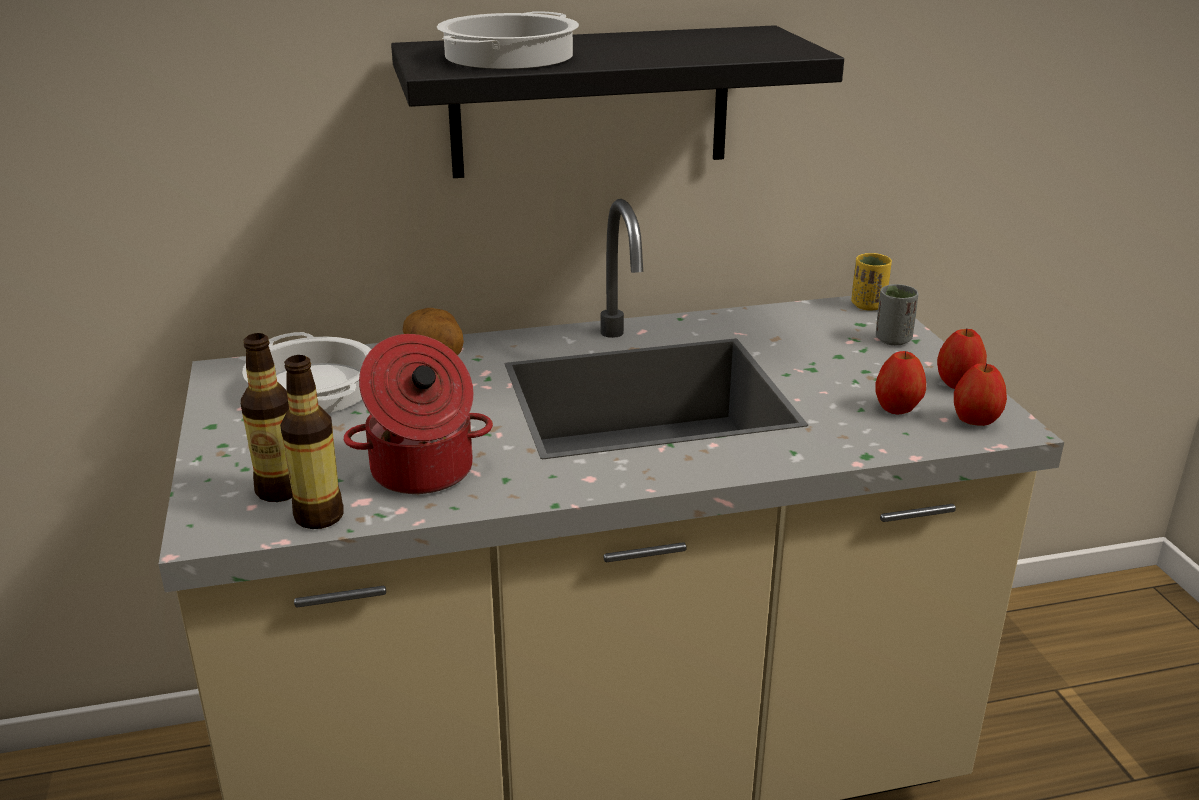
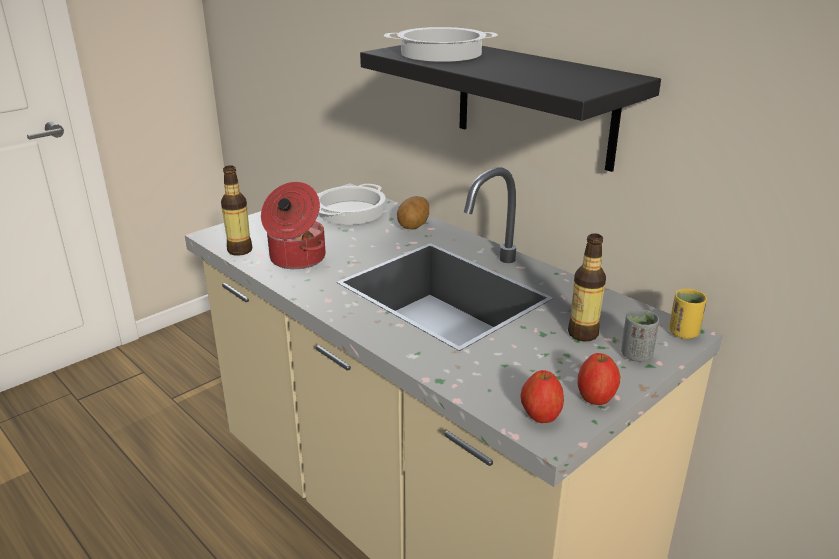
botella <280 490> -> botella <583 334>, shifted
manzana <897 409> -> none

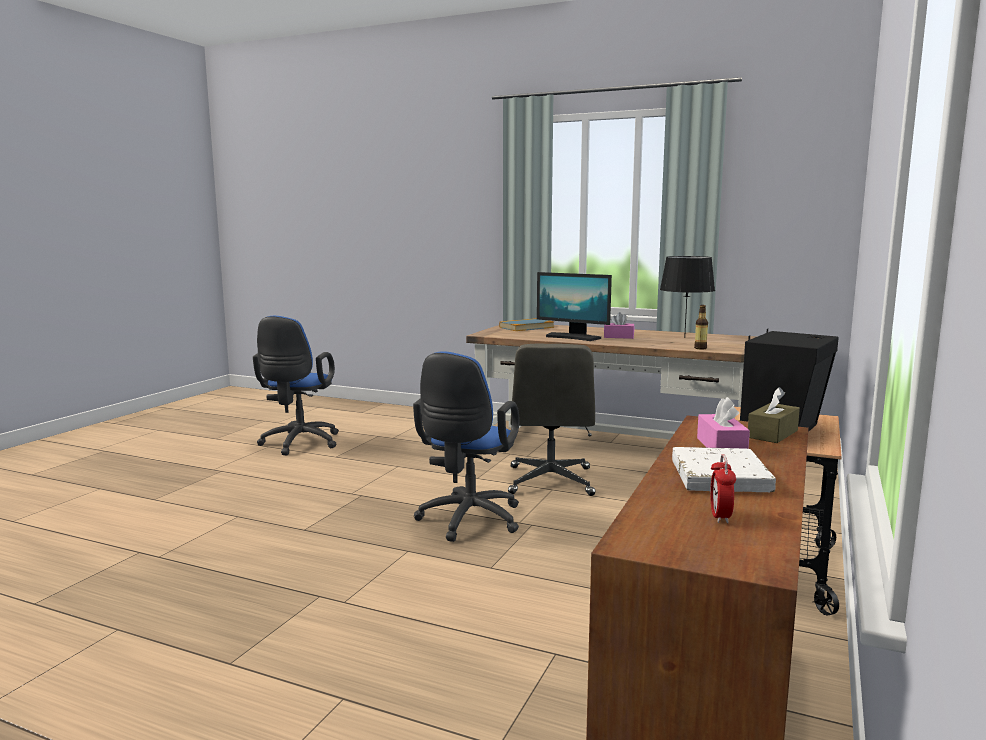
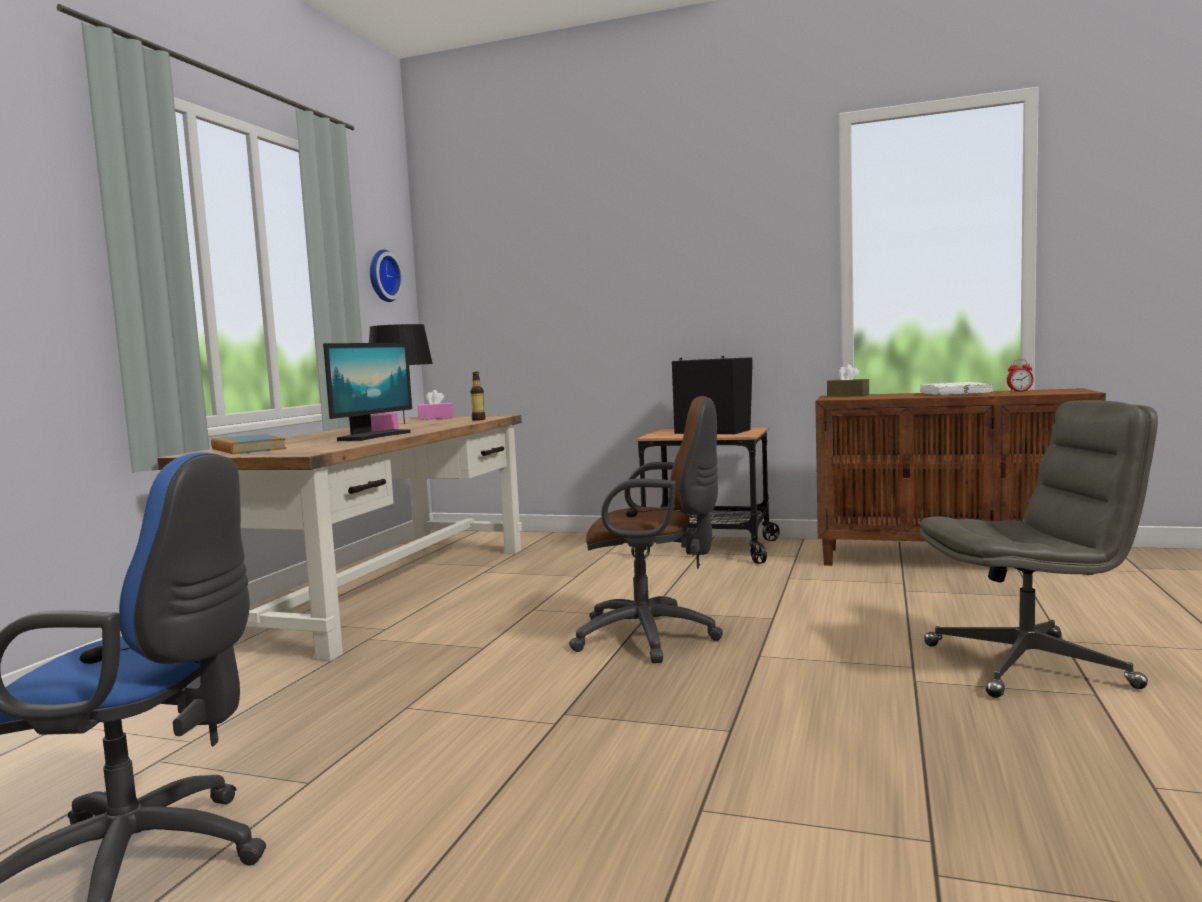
silla de oficina [azul] <467 521> -> silla de oficina [marrón] <653 637>
silla de oficina [gris] <551 481> -> silla de oficina [gris] <1029 665>, shifted
caja de pañuelos [rosa] <721 447> -> caja de pañuelos [rosa] <436 418>, shifted
none -> reloj de pared <382 276>

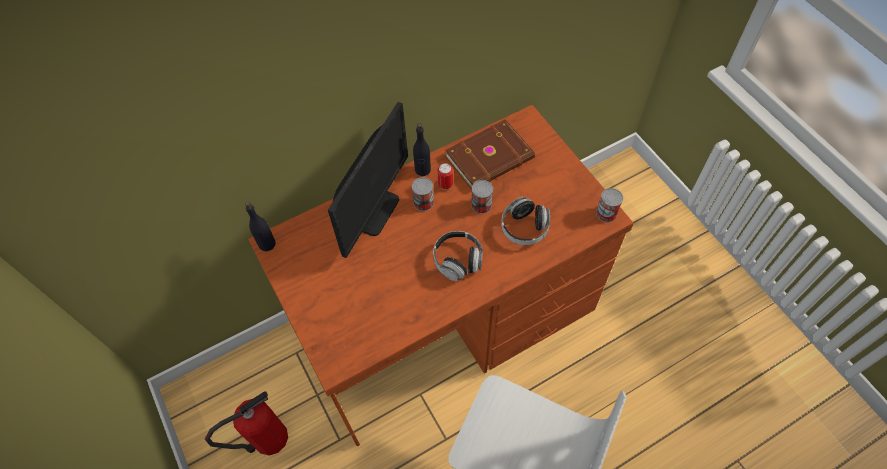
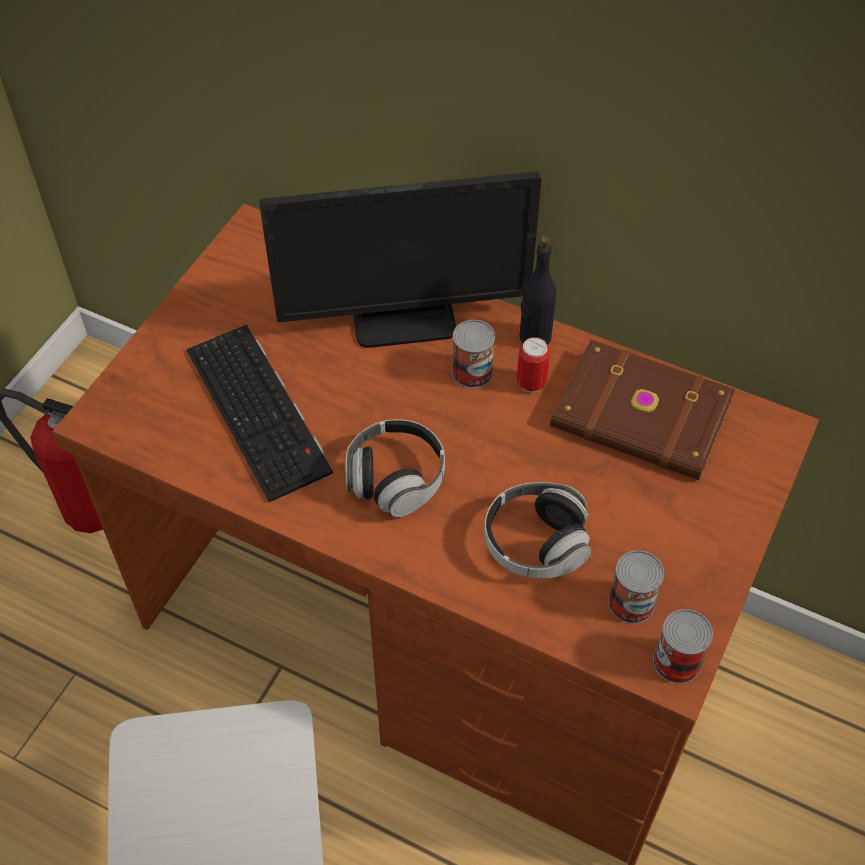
botella [negro] <266 244> -> none
lata <481 205> -> lata <631 603>, shifted
none -> teclado <261 411>

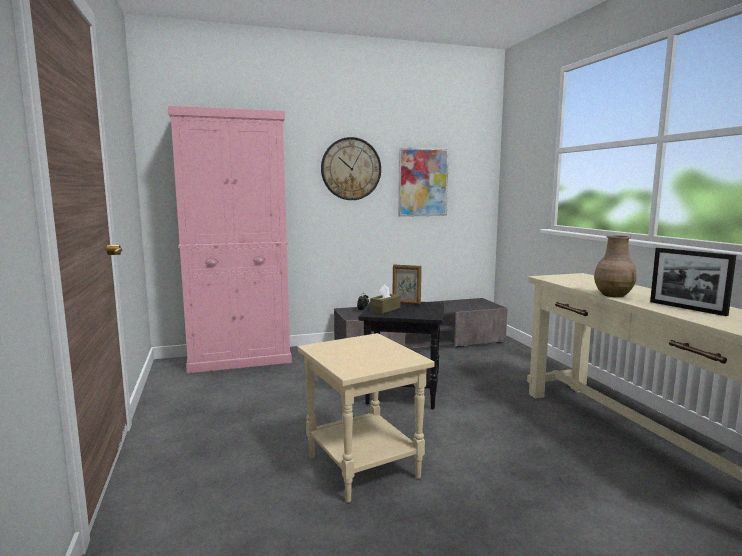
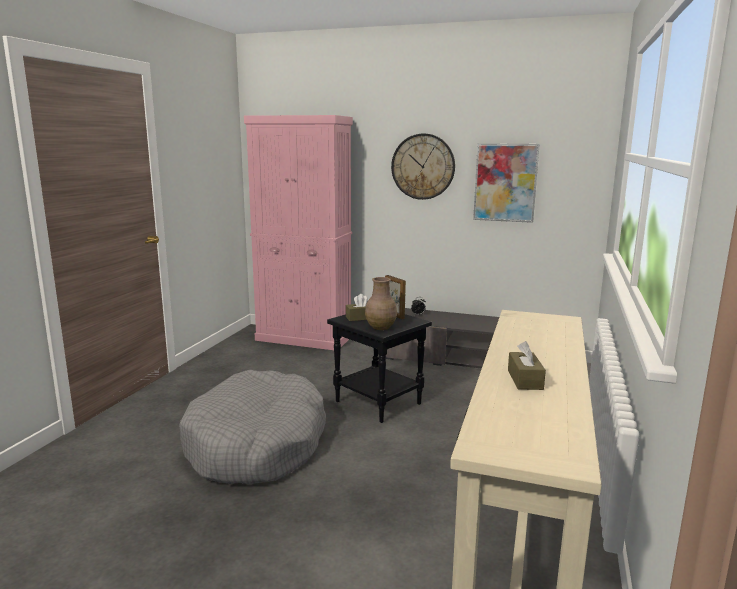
mesa auxiliar [beis] <360 467> -> cama para perro [gris] <257 445>
florero [marrón] <613 295> -> florero [marrón] <381 327>, shifted
portarretratos <687 308> -> caja de pañuelos [marrón] <525 379>

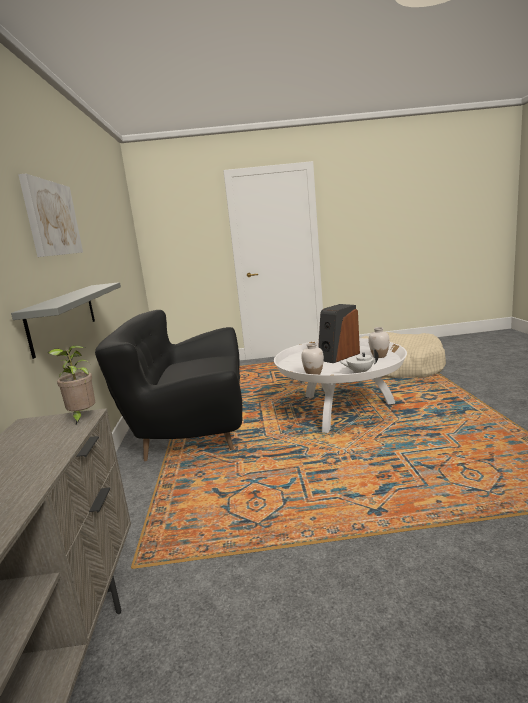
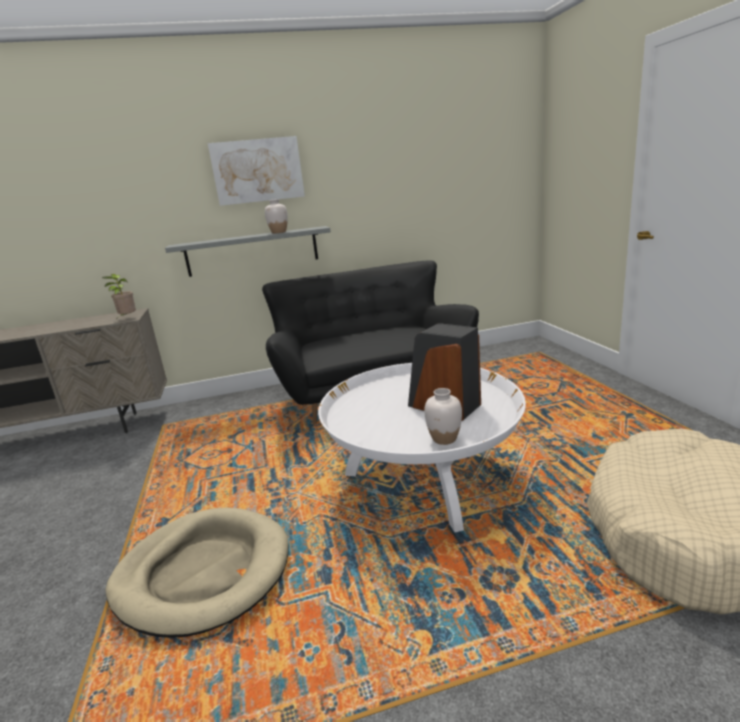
florero [blanco] <313 374> -> florero [blanco] <279 232>, shifted
tetera [blanco] <359 372> -> none
none -> cama para perro [beis] <203 573>

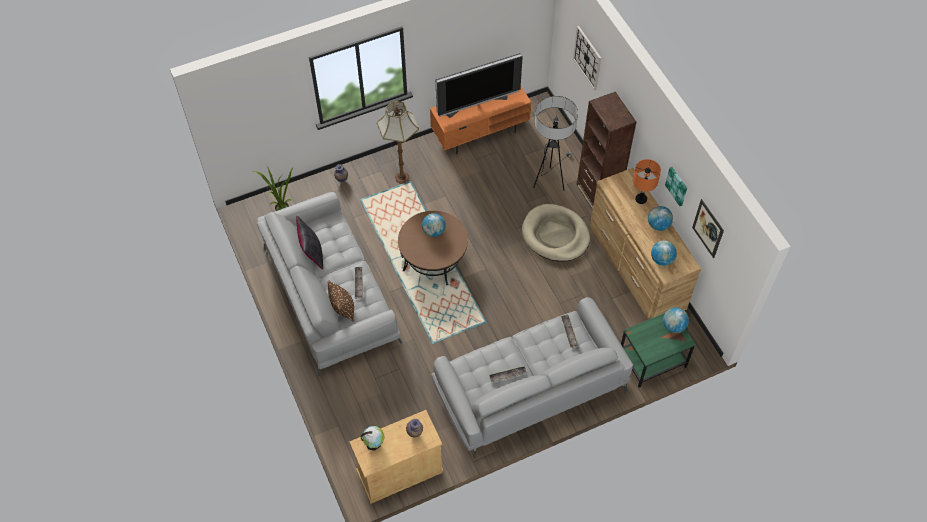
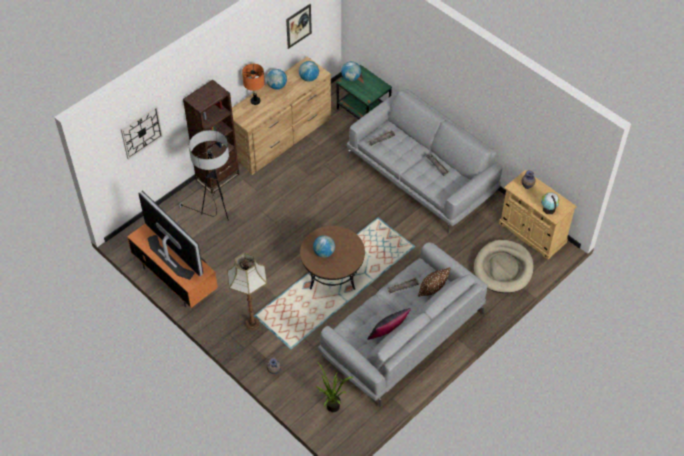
cama para perro [beis] <555 235> -> cama para perro [beis] <503 268>, shifted
cuadro <677 186> -> none

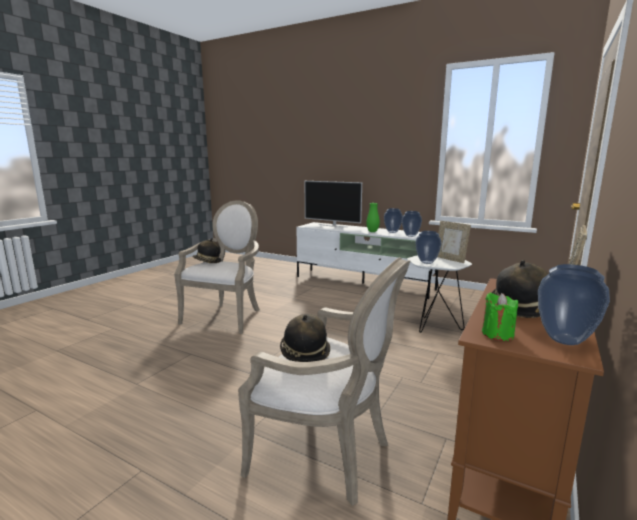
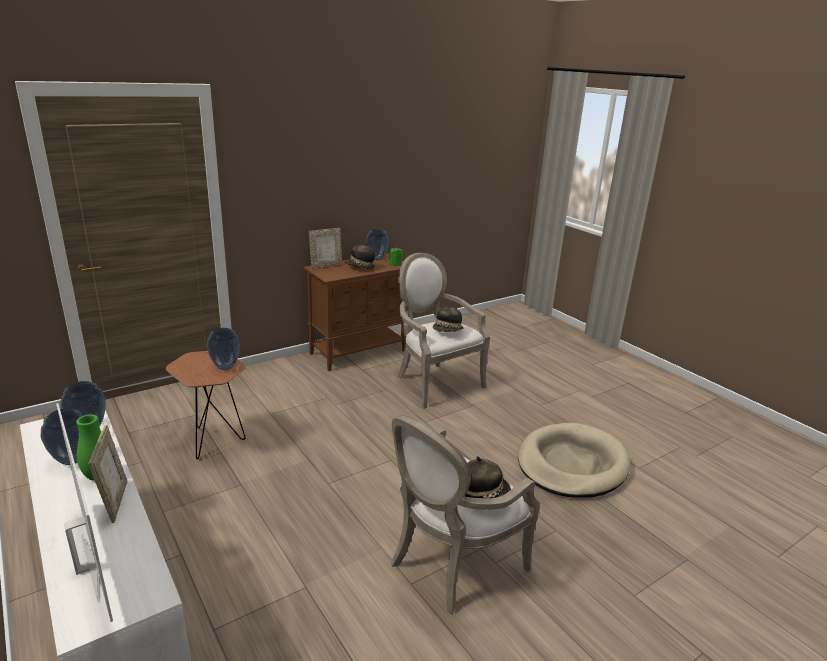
mesa auxiliar [blanco] <433 326> -> mesa auxiliar [marrón] <214 443>
portarretratos <450 259> -> portarretratos <115 502>, shifted
none -> cama para perro [beis] <571 464>

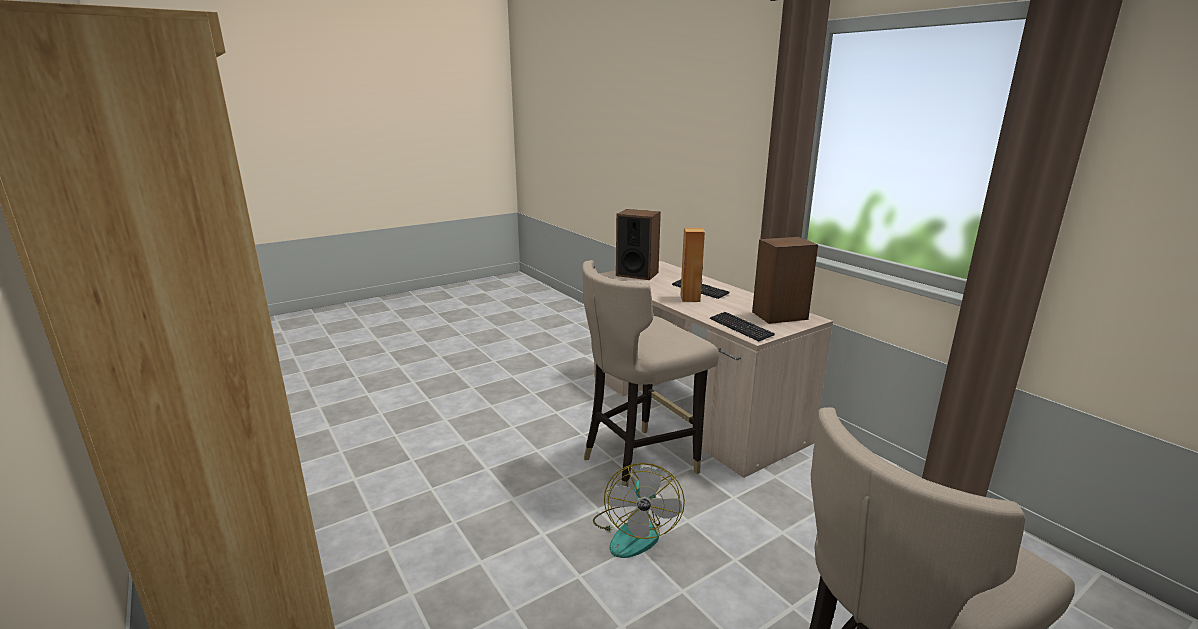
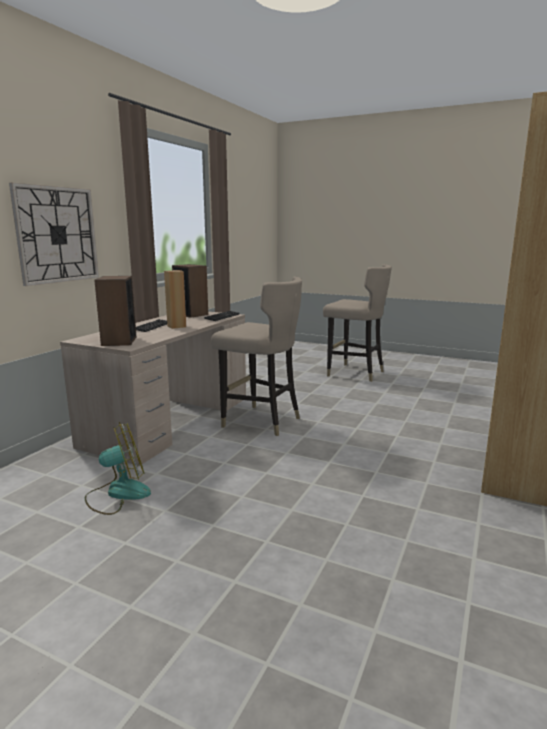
ventilador <634 531> -> ventilador <118 494>, shifted
none -> reloj de pared <57 235>

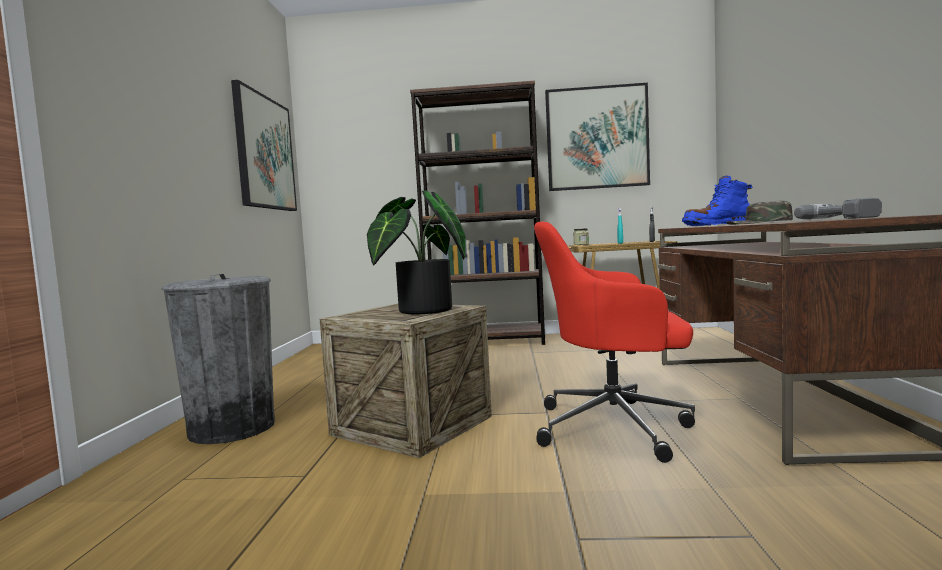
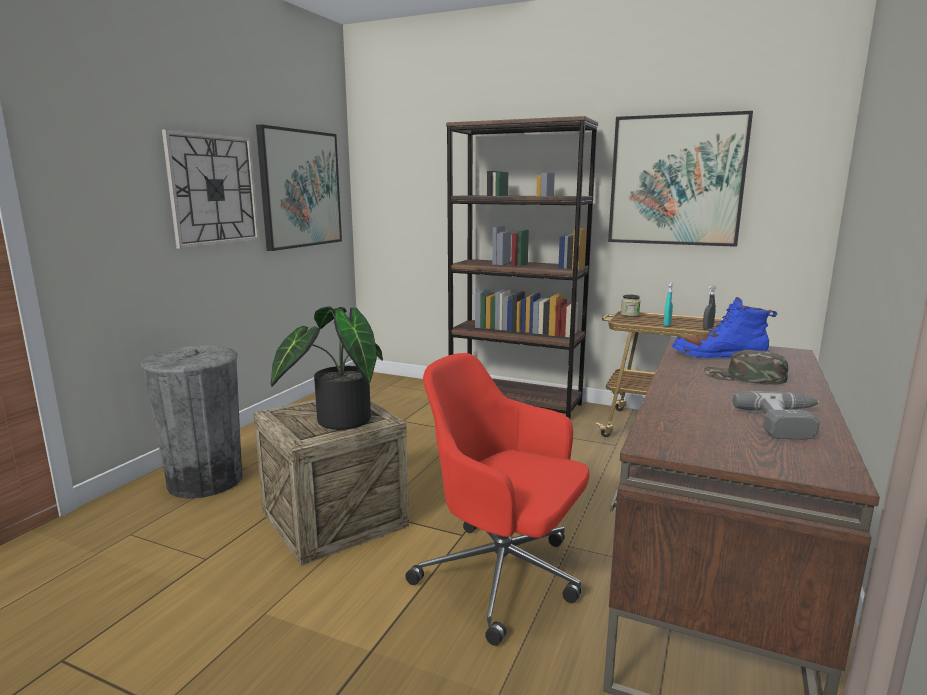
none -> reloj de pared <213 190>

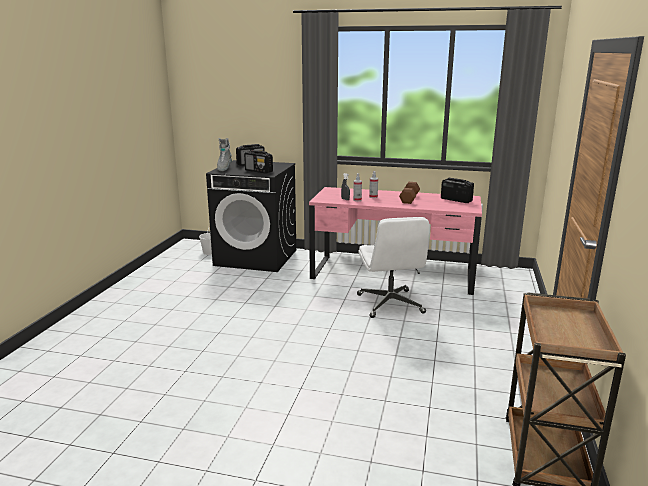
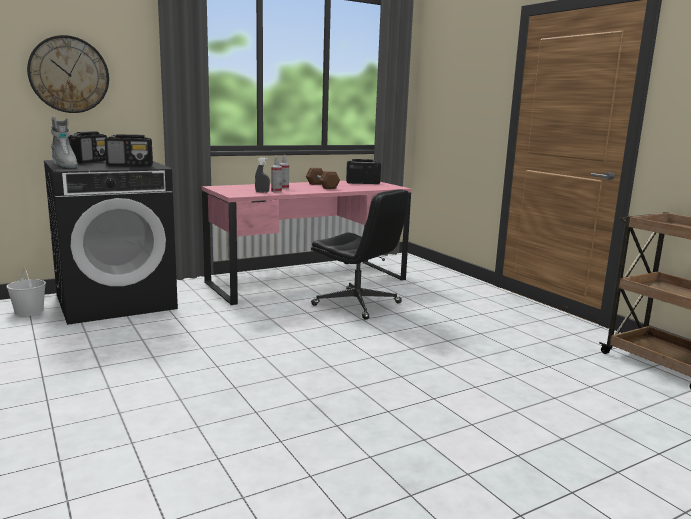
silla de oficina [blanco] <390 304> -> silla de oficina [negro] <358 304>
none -> reloj de pared <69 74>

